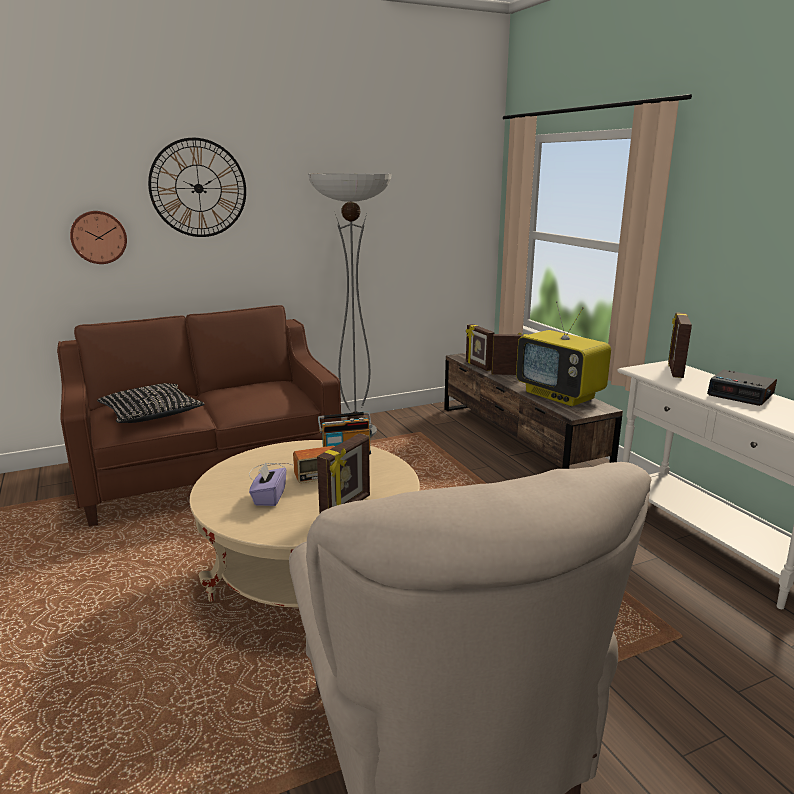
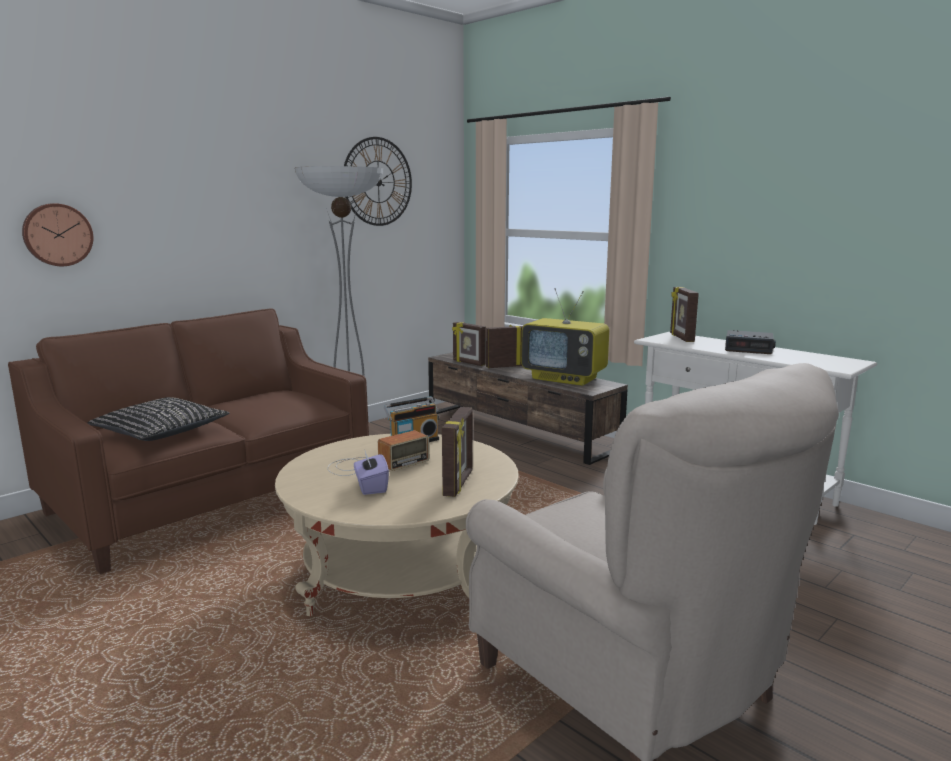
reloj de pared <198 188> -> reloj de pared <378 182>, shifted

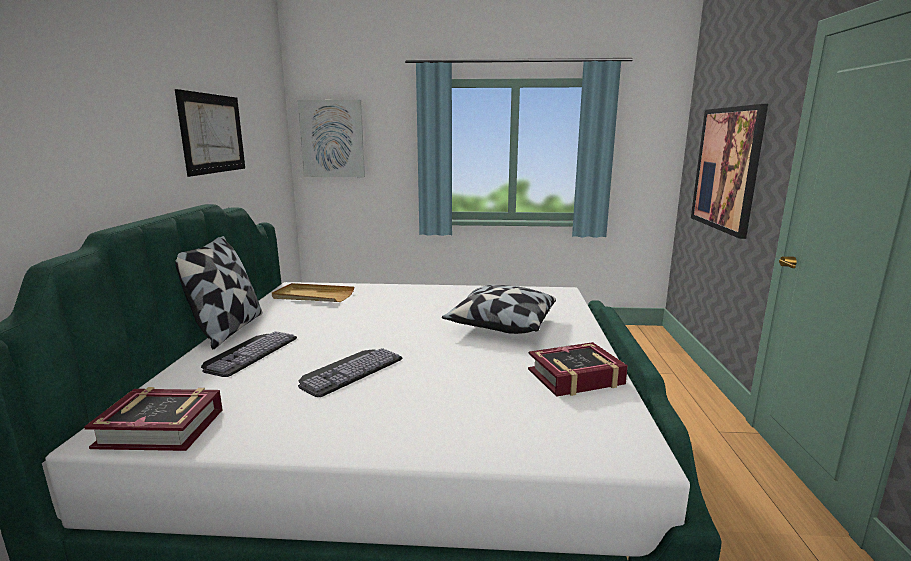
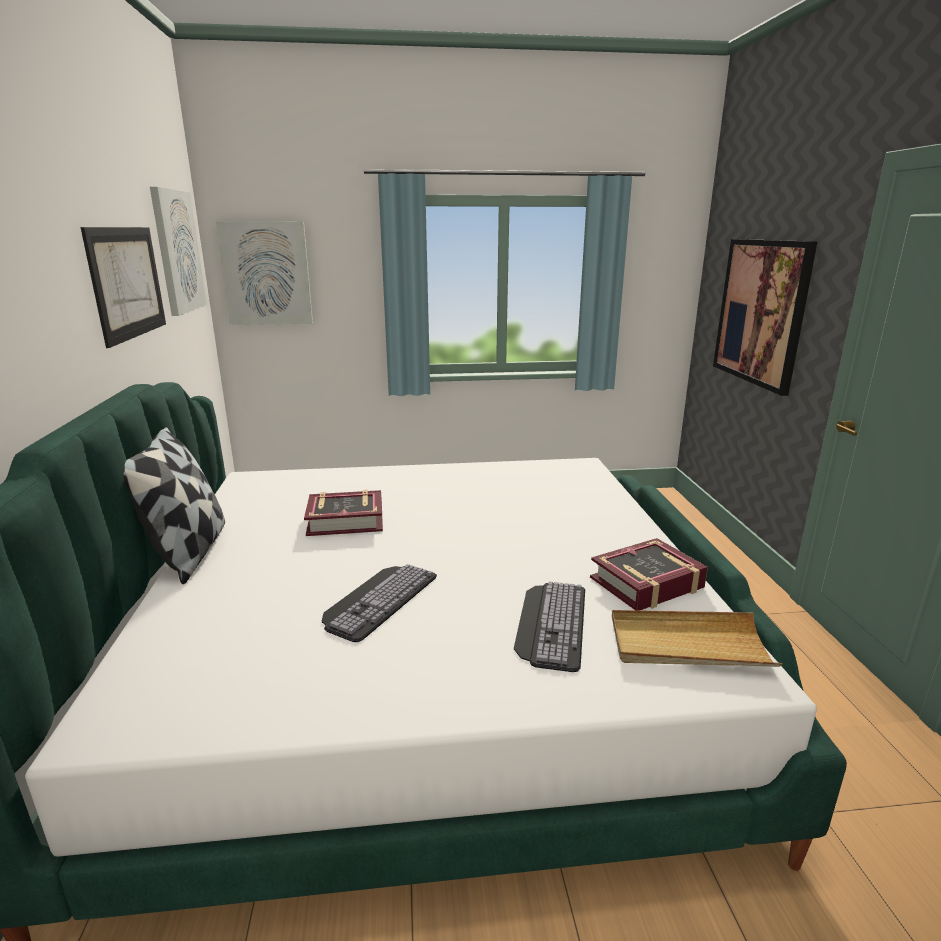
libro <161 428> -> libro <345 520>, shifted
teclado <248 352> -> teclado <550 622>, shifted
bandeja [beis] <313 296> -> bandeja [beis] <688 644>, shifted
cojín <501 325> -> none
none -> cuadro <177 251>

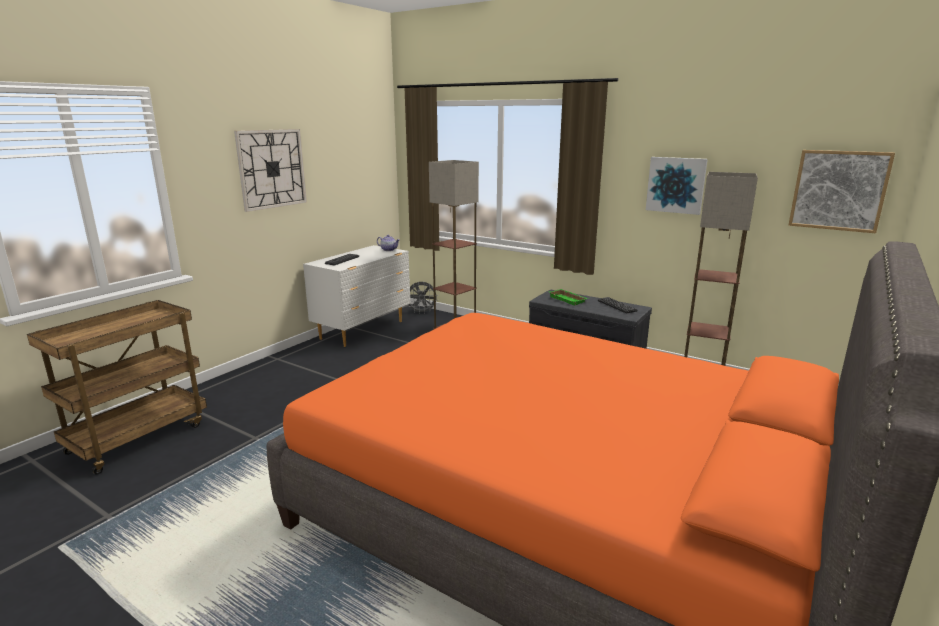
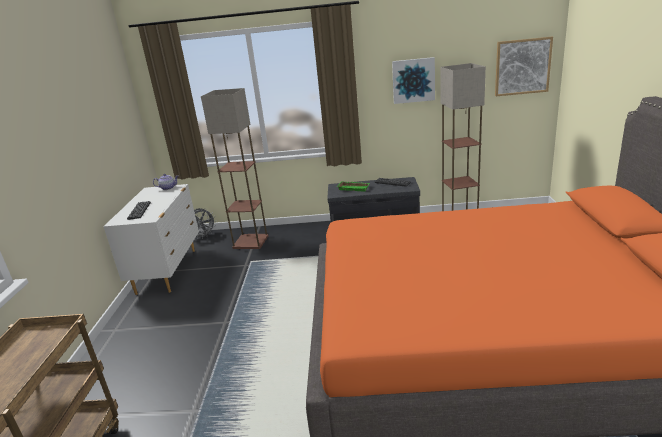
reloj de pared <272 169> -> none

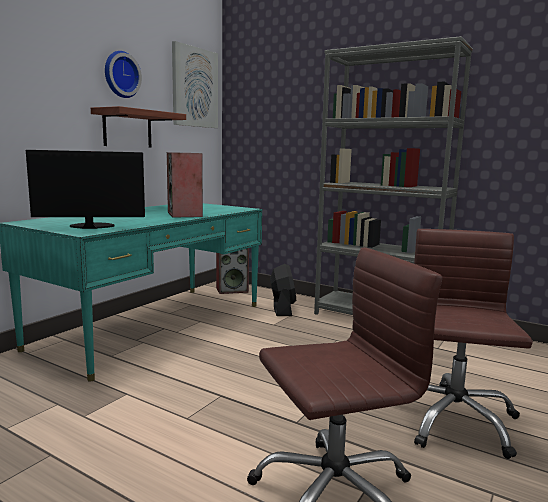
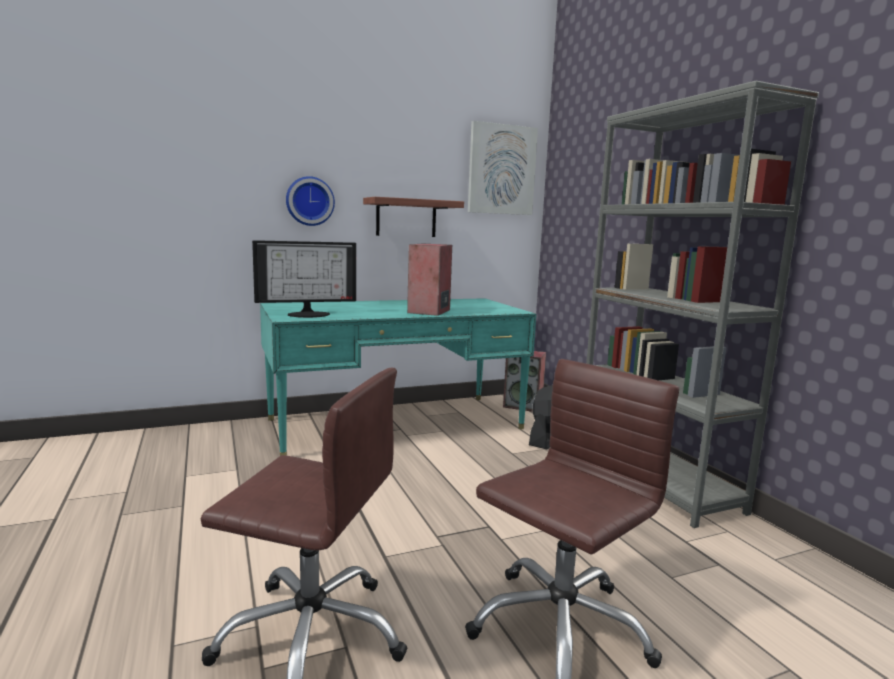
monitor <90 227> -> monitor <309 314>, 135 degrees clockwise
reloj de pared <120 75> -> reloj de pared <309 201>, shifted

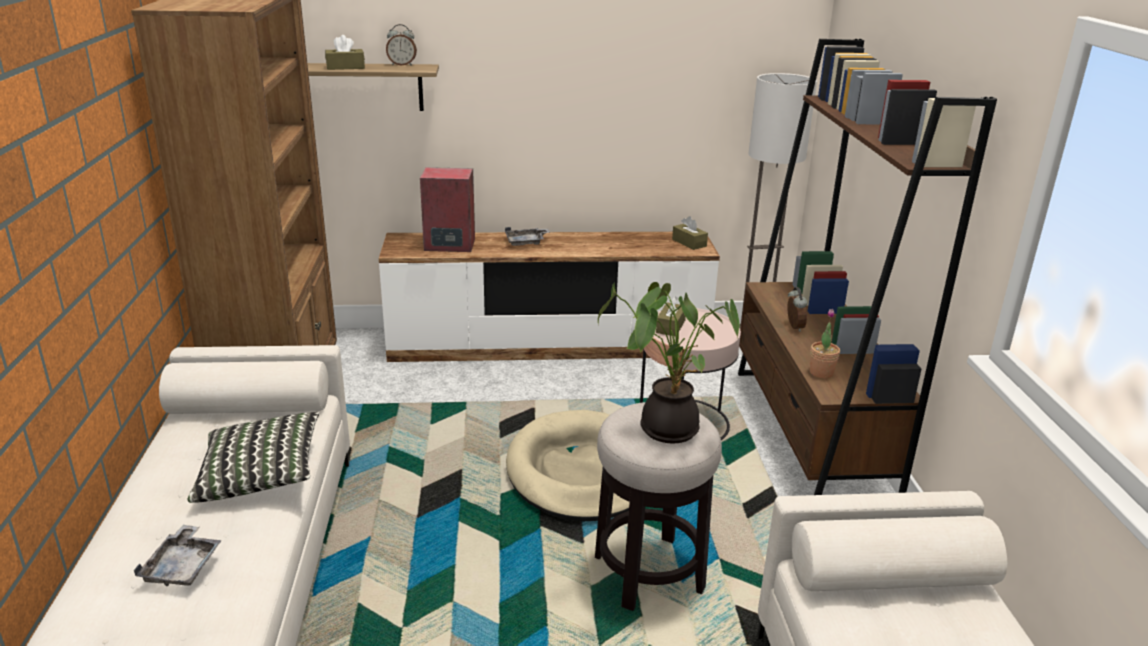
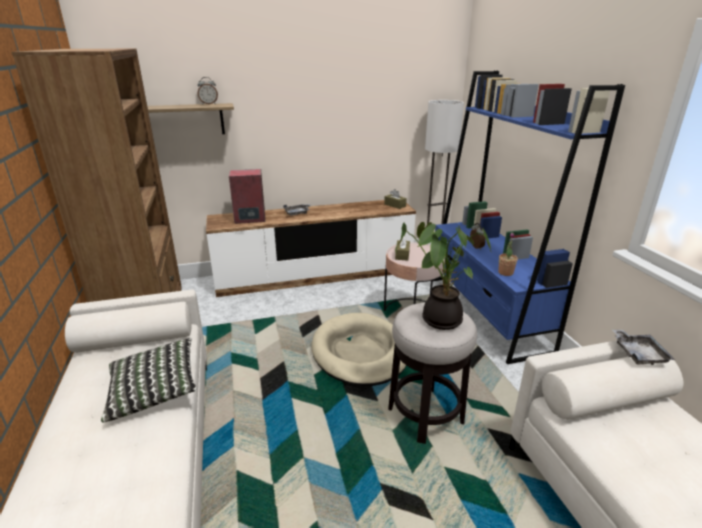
bandeja [gris] <183 566> -> bandeja [gris] <638 353>, shifted
caja de pañuelos [marrón] <345 67> -> none
estantería [marrón] <809 437> -> estantería [azul] <486 312>

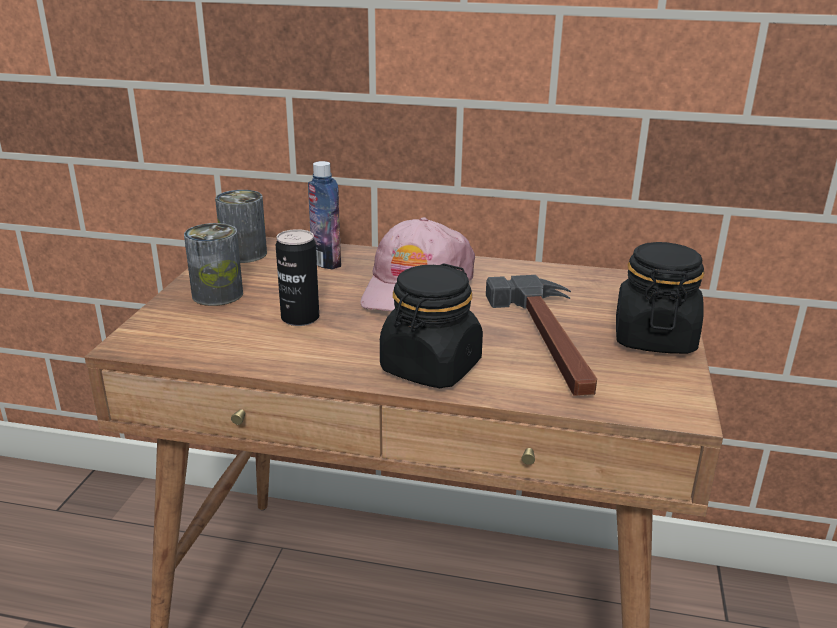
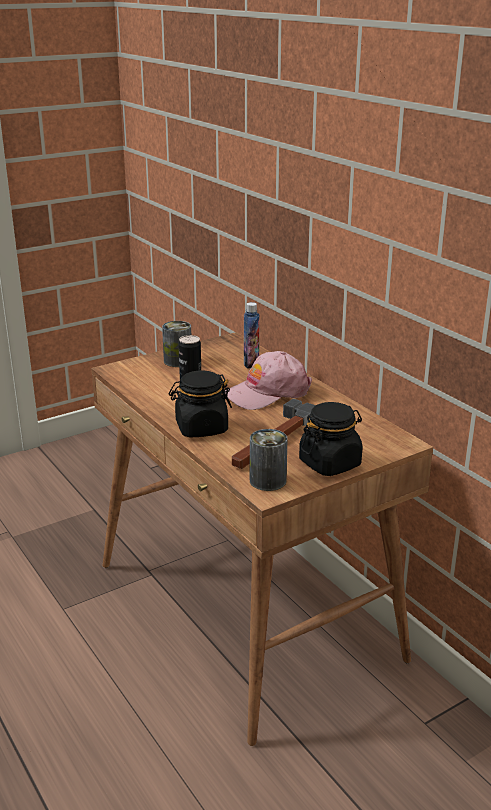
lata <244 254> -> lata <267 480>, shifted

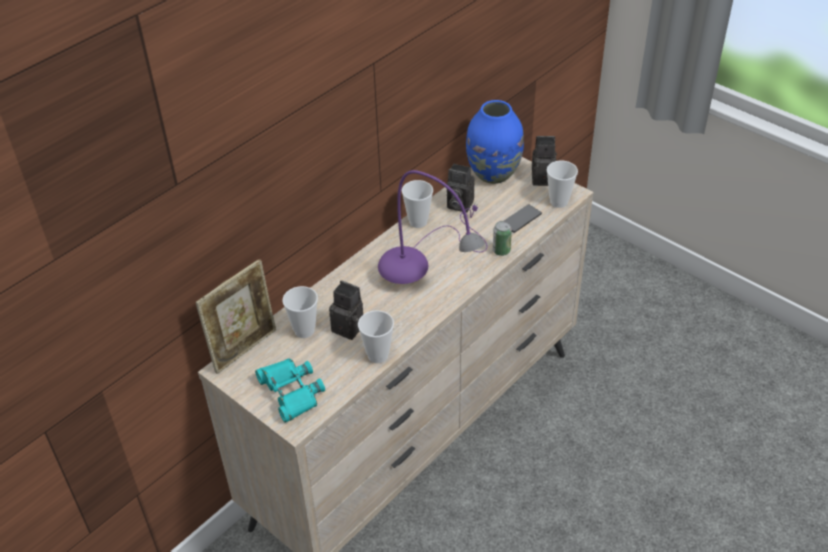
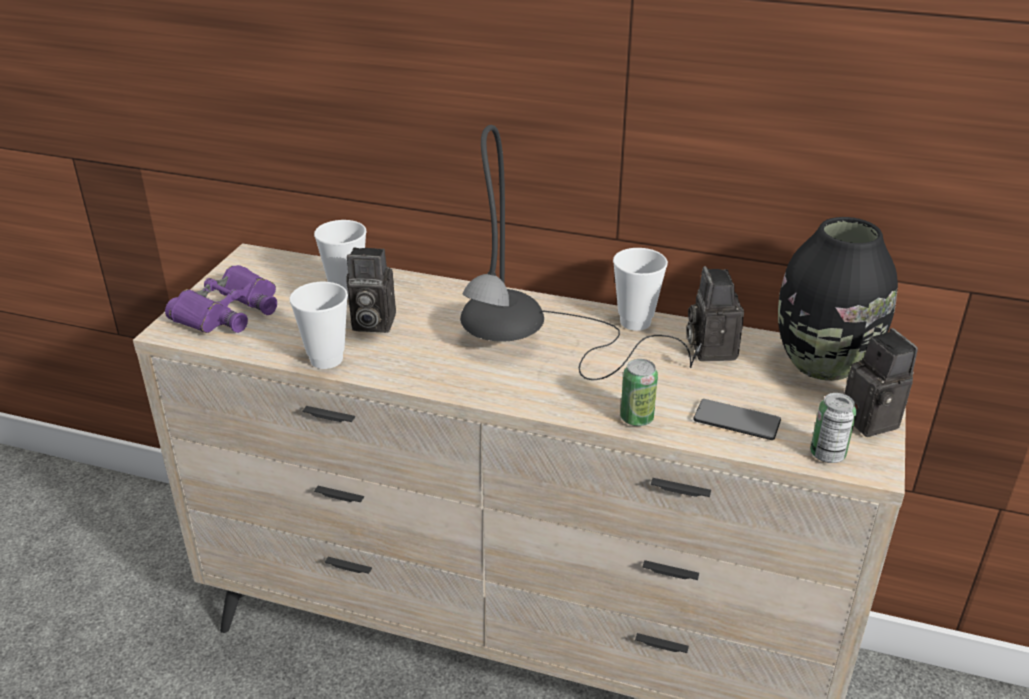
portarretratos <244 348> -> none
prismáticos [turquesa] <291 392> -> prismáticos [morado] <228 311>
cámara <350 327> -> cámara <370 323>, 90 degrees clockwise
lámpara de mesa [morado] <432 271> -> lámpara de mesa [gris] <534 362>
florero [azul] <493 174> -> florero [negro] <822 364>
taza <559 202> -> lata <827 454>

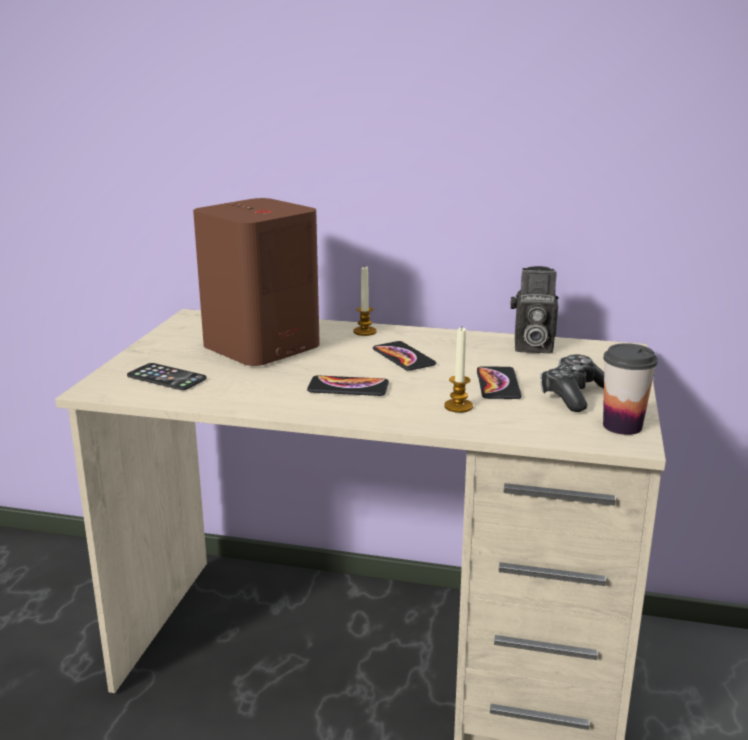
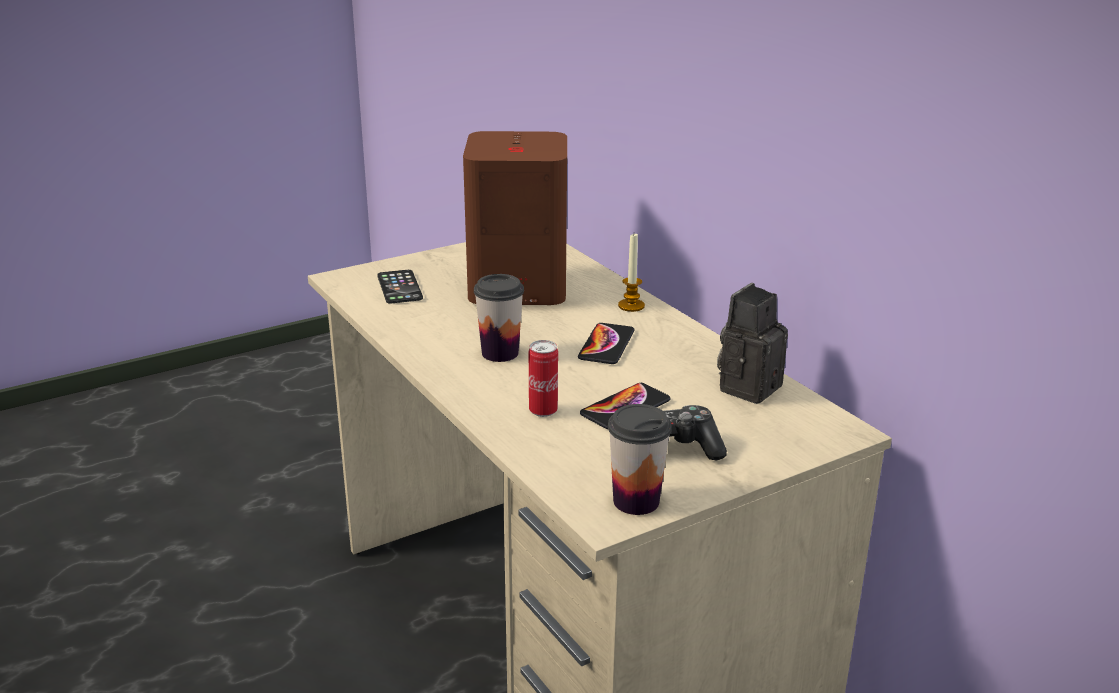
móvil <348 387> -> taza <500 353>
vela <458 406> -> lata <543 411>
cámara <531 347> -> cámara <748 386>, 75 degrees clockwise

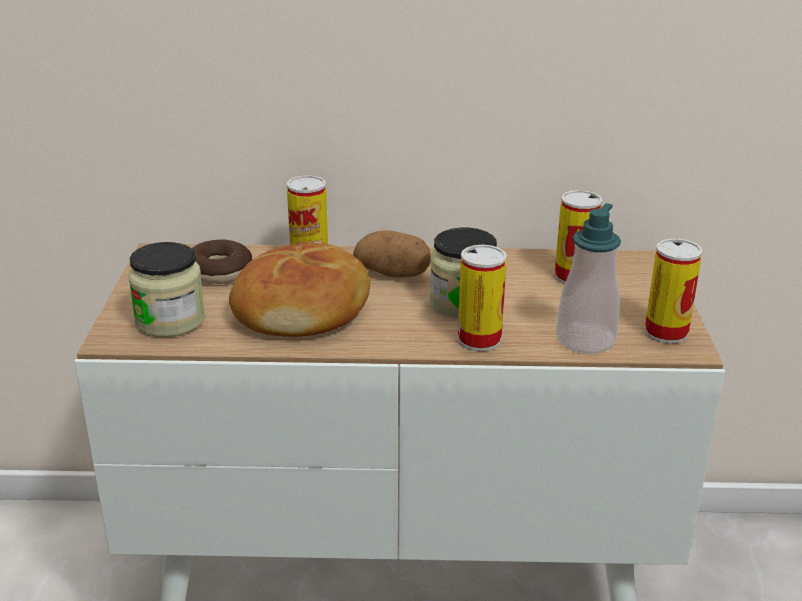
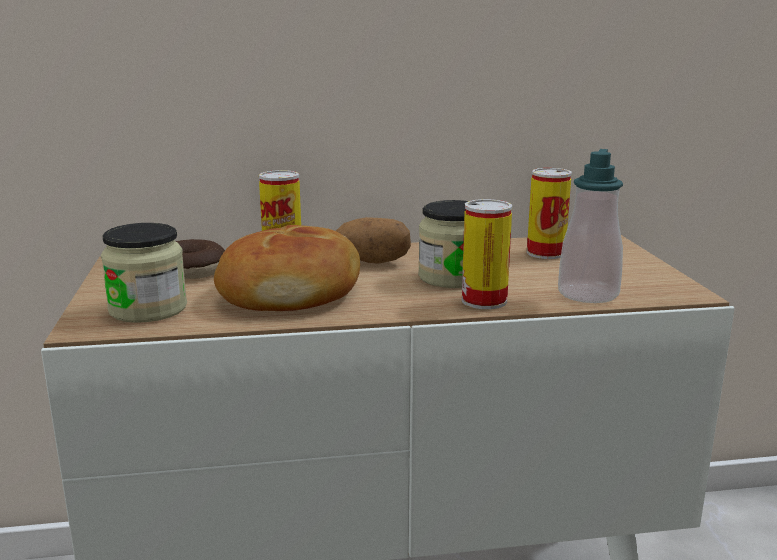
lata <666 332> -> none

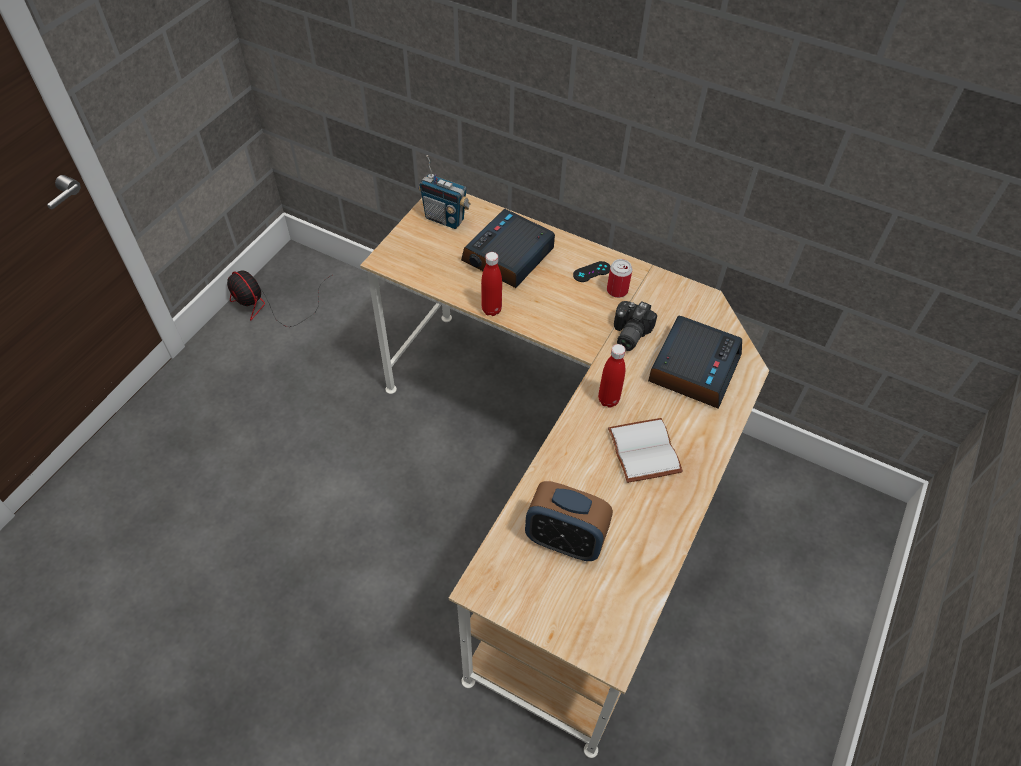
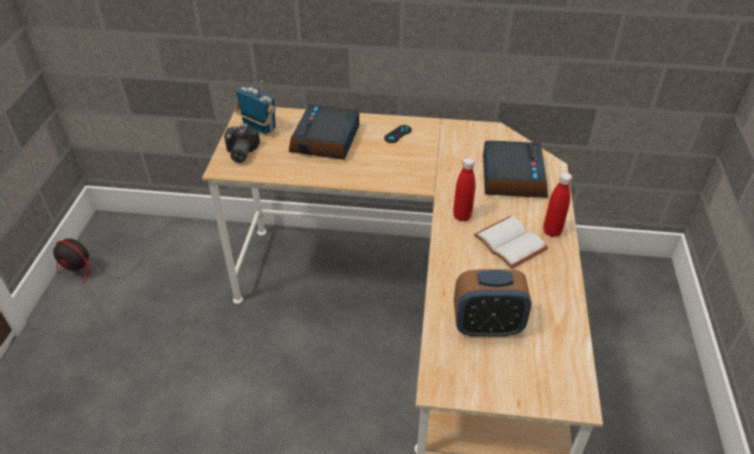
radio <445 219> -> radio <259 127>, 150 degrees counterclockwise
botella [rojo] <491 310> -> botella [rojo] <552 231>, shifted
lata <617 290> -> none
cámara <628 334> -> cámara <239 152>, shifted

